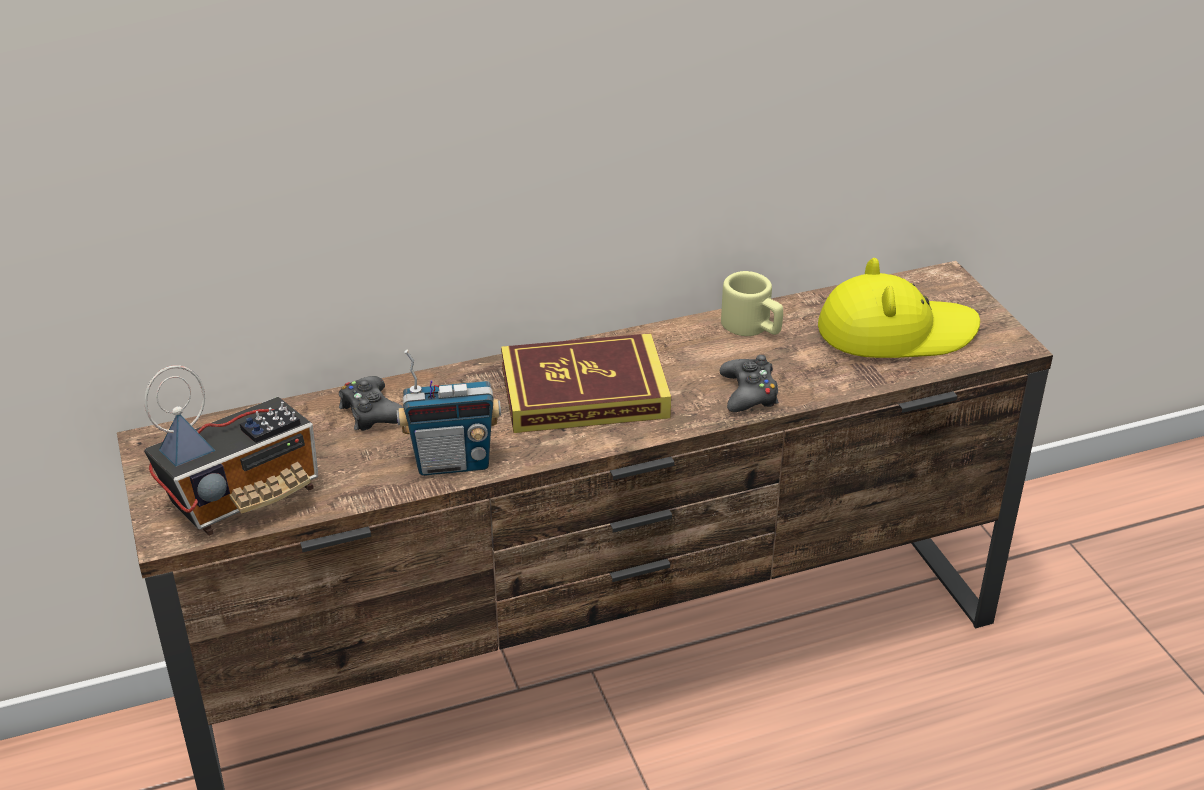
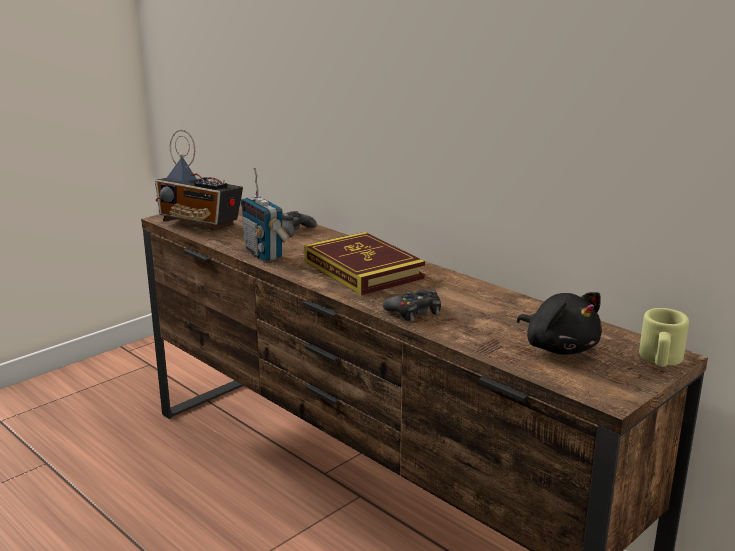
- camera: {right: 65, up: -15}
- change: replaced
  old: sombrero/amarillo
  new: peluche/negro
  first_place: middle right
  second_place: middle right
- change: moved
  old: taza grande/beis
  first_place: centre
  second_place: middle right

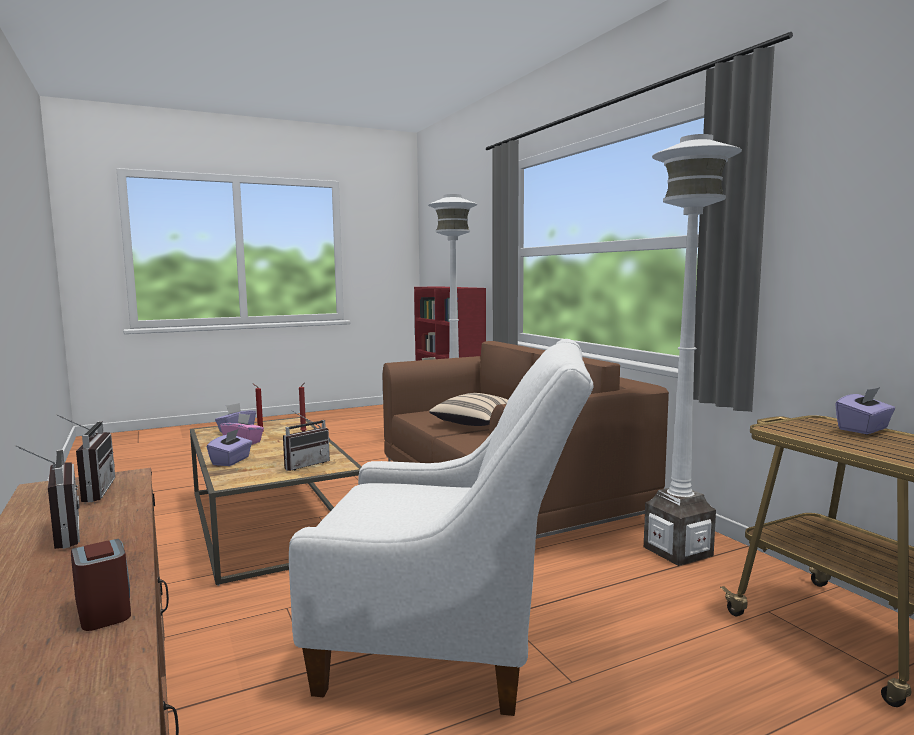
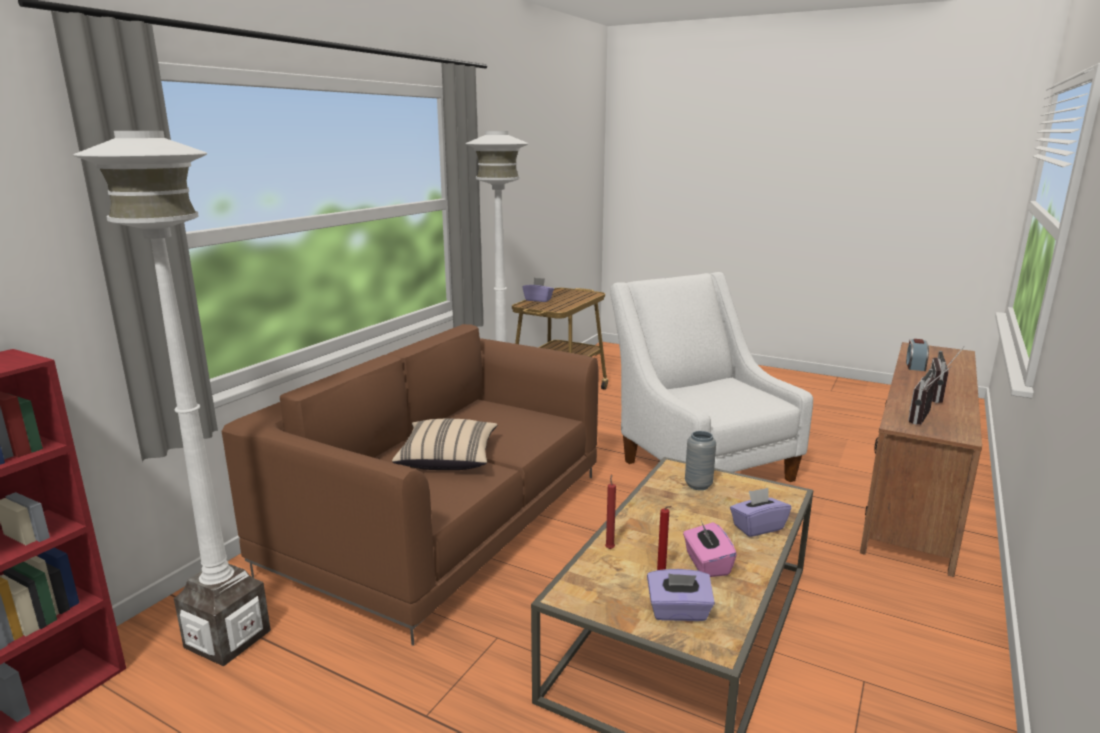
- camera: {right: -125, up: 10}
- change: replaced
  old: radio (3rd from left)
  new: florero/gris
  first_place: centre
  second_place: centre

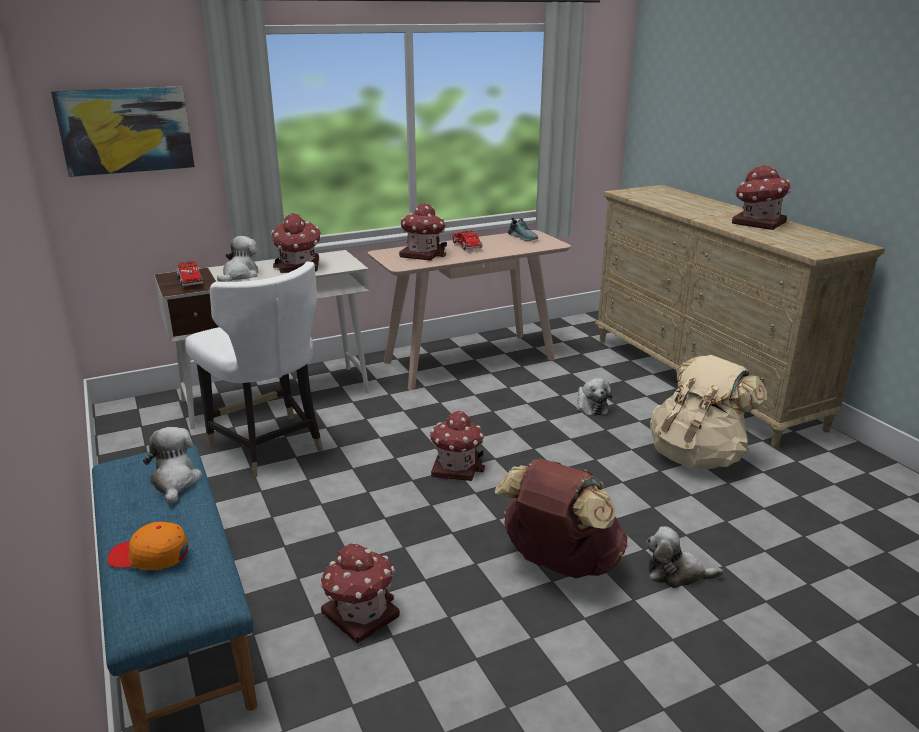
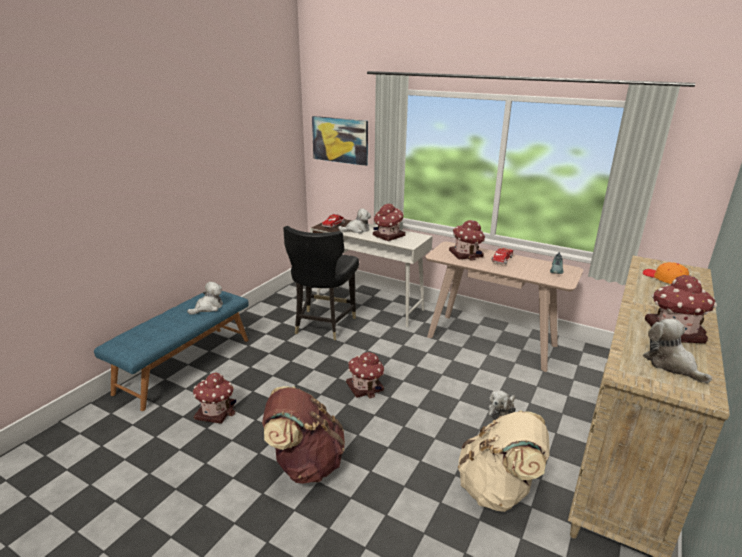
- camera: {right: 55, up: 0}
- change: recoloured
  old: silla/blanco
  new: silla/negro
  first_place: middle left
  second_place: centre
- change: moved
  old: gorra/naranja
  first_place: bottom left
  second_place: middle right
- change: moved
  old: peluche (4th from left)
  first_place: bottom right
  second_place: middle right

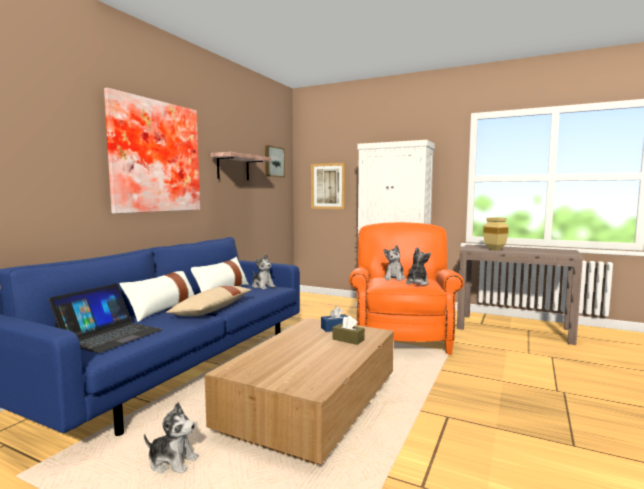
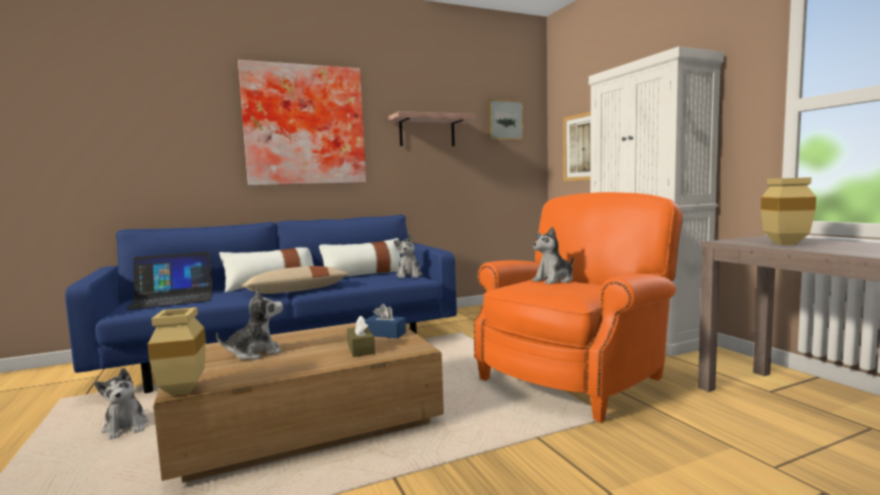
- camera: {right: 40, up: 0}
- change: moved
  old: peluche (4th from left in the first image)
  new: peluche (2nd from left)
  first_place: centre
  second_place: middle left
- change: added
  new: florero/beis (1st from left)
  second_place: bottom left

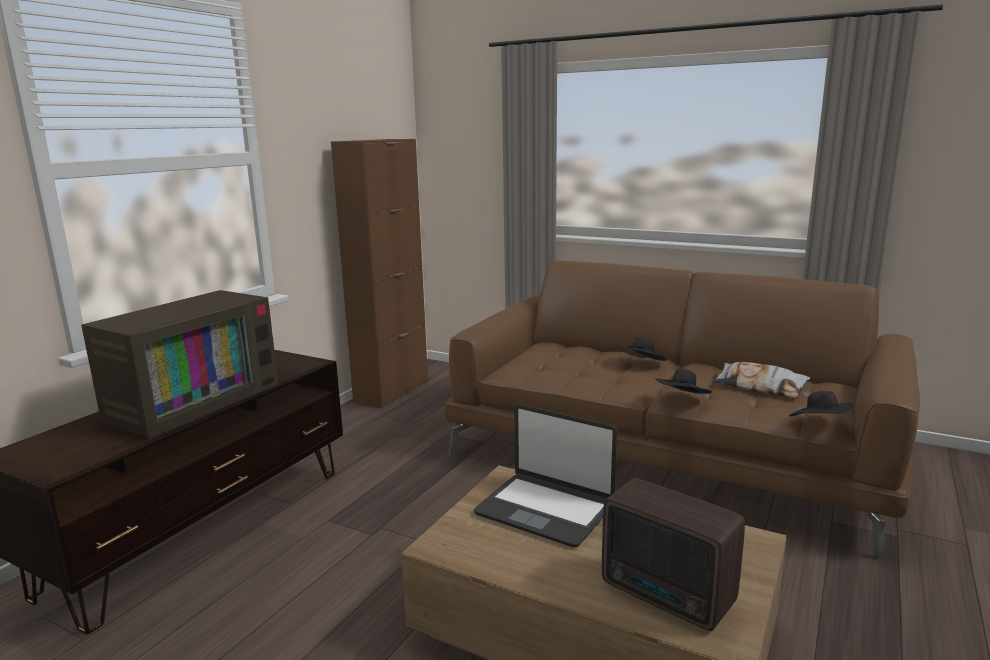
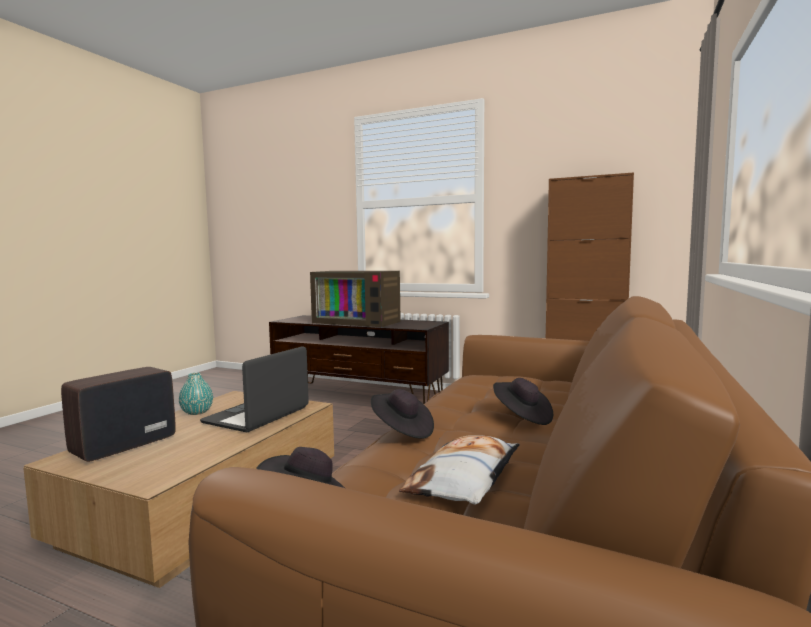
- camera: {right: 85, up: -10}
- change: added
  new: florero/turquesa
  second_place: middle left

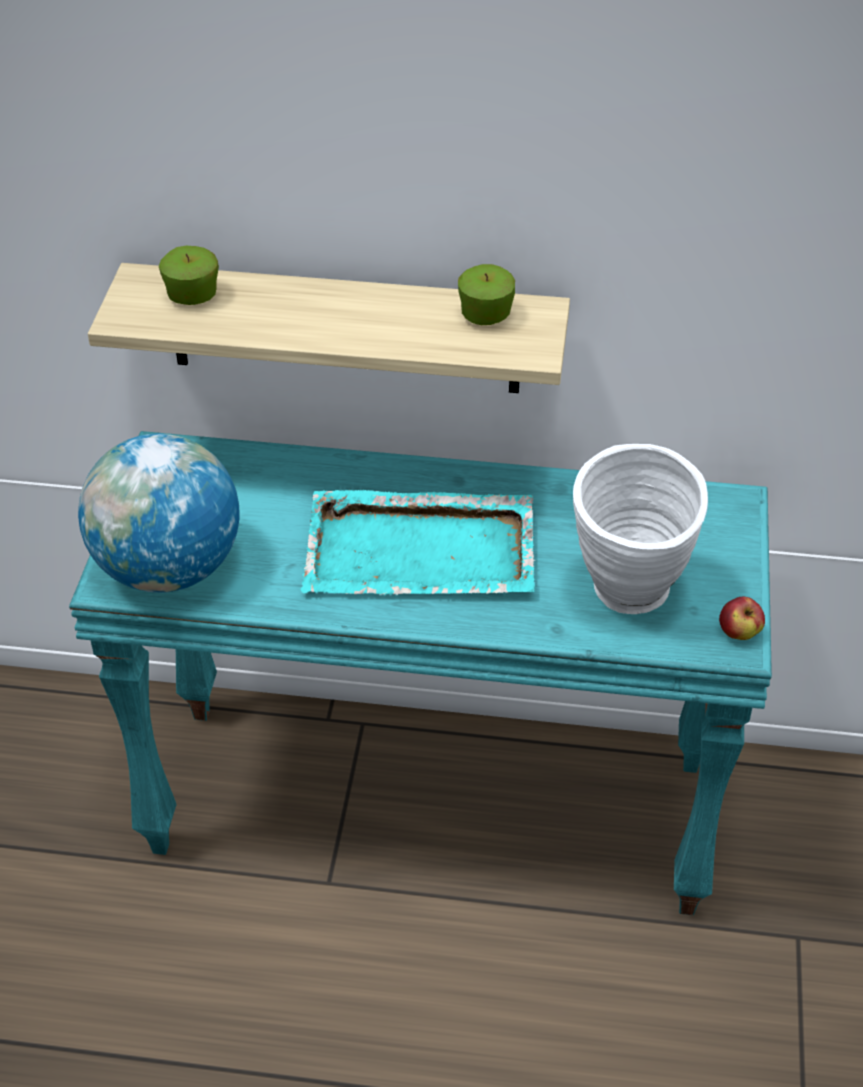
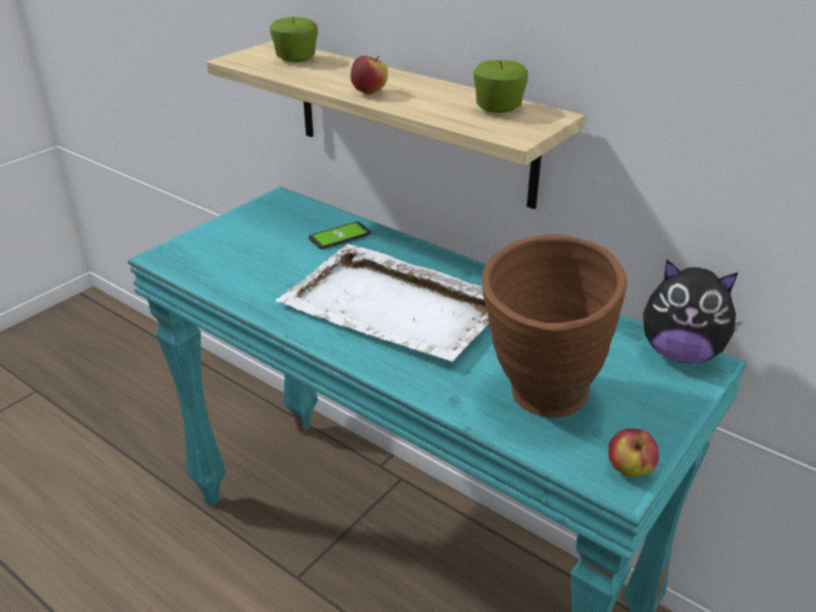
- camera: {right: 30, up: -10}
- change: removed
  old: globo terráqueo
  first_place: middle left
- change: recoloured
  old: florero/blanco
  new: florero/marrón
  first_place: middle right
  second_place: middle right
- change: recoloured
  old: bandeja/turquesa
  new: bandeja/blanco
  first_place: centre
  second_place: centre
- change: added
  new: manzana (2nd from left)
  second_place: top centre
- change: added
  new: móvil
  second_place: centre
- change: added
  new: peluche
  second_place: middle right

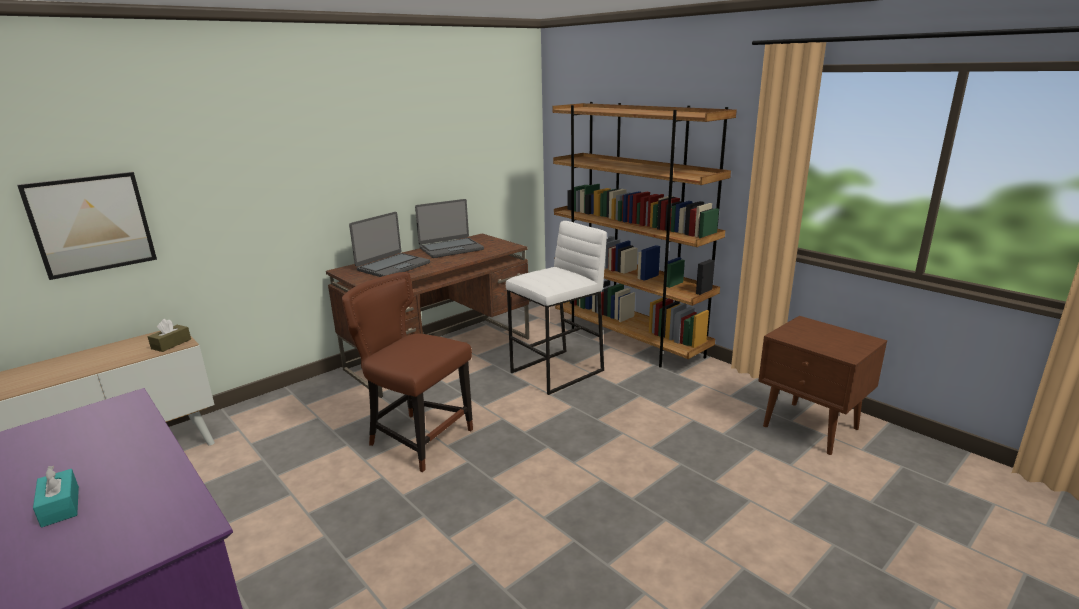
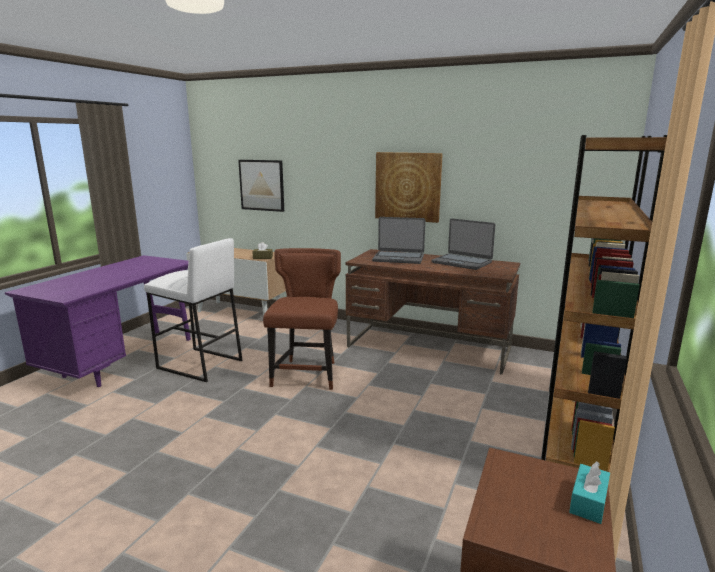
- camera: {right: 65, up: -5}
- change: moved
  old: taburete/blanco
  first_place: centre
  second_place: middle left
- change: moved
  old: caja de pañuelos/turquesa
  first_place: bottom left
  second_place: bottom right
- change: added
  new: cuadro (2nd from left)
  second_place: top centre

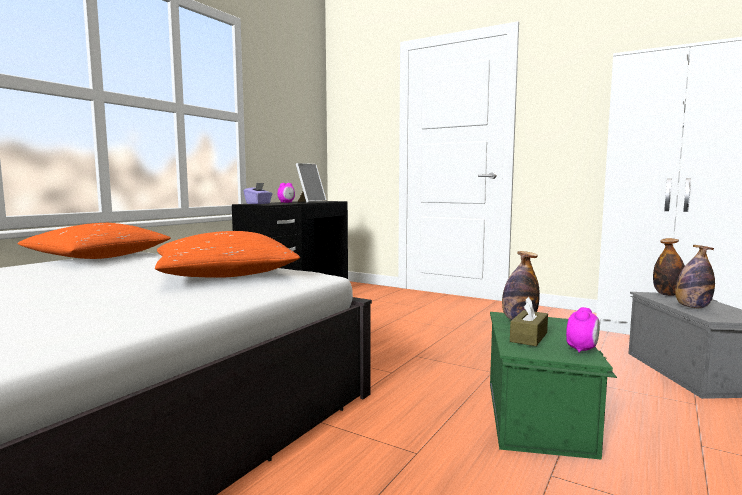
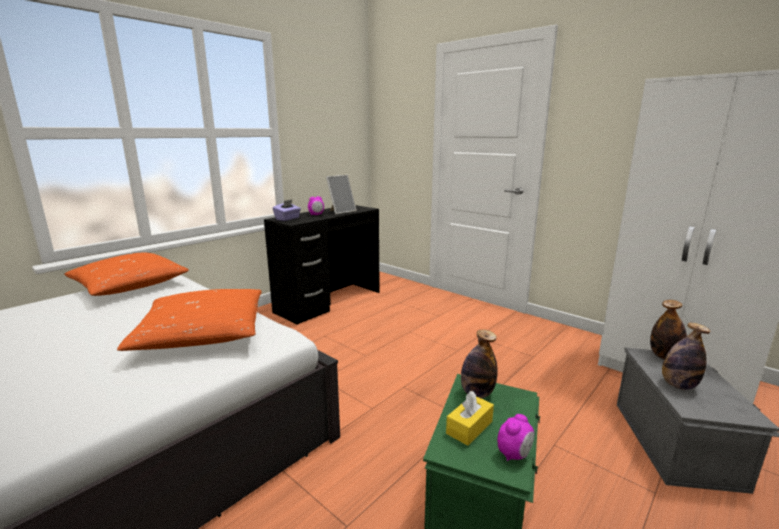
- camera: {right: 10, up: 10}
- change: recoloured
  old: caja de pañuelos/marrón
  new: caja de pañuelos/amarillo
  first_place: middle right
  second_place: bottom centre

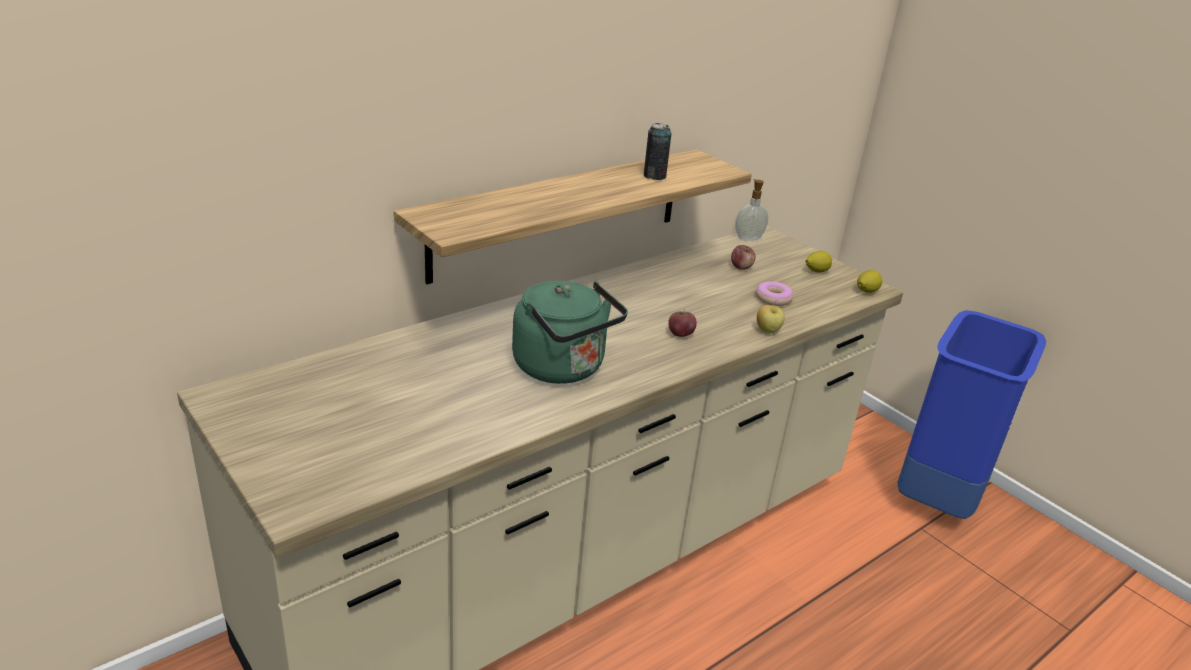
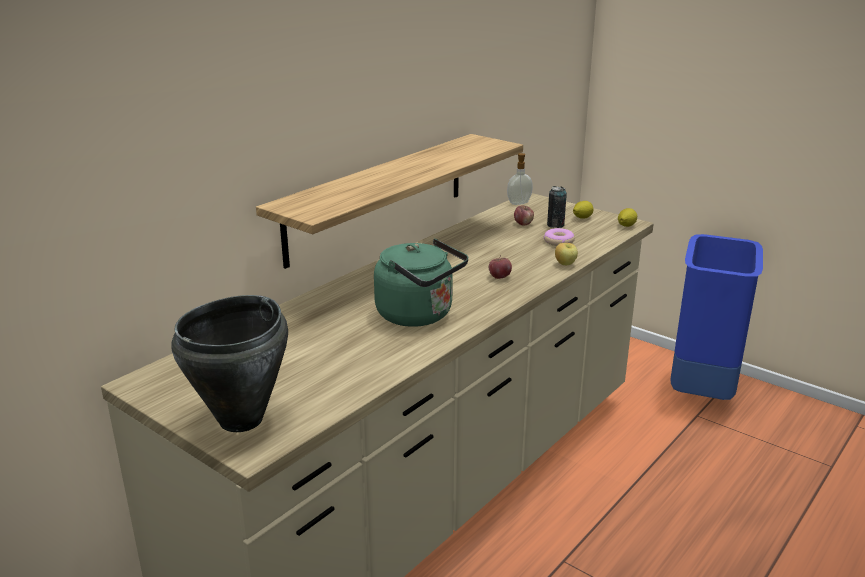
- camera: {right: -10, up: -5}
- change: moved
  old: lata
  first_place: top centre
  second_place: centre
- change: added
  new: olla/negro
  second_place: middle left

